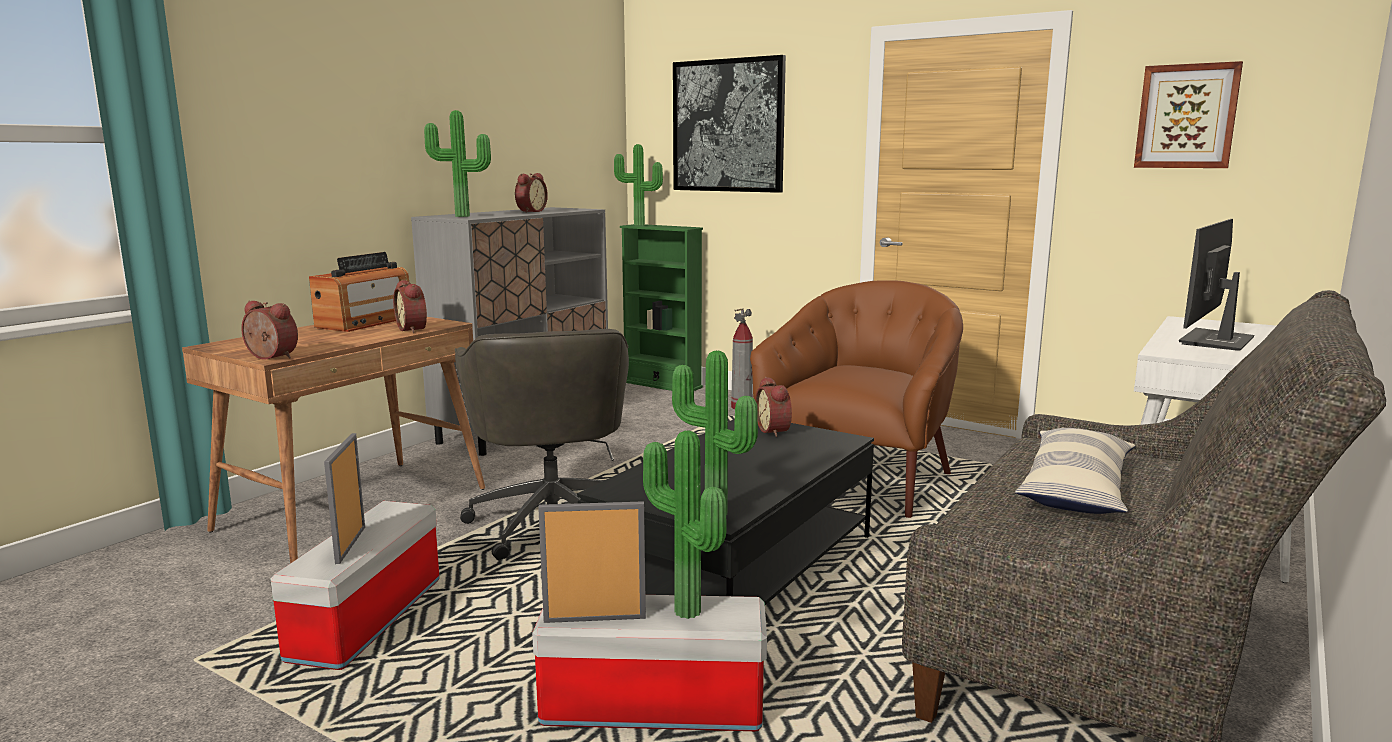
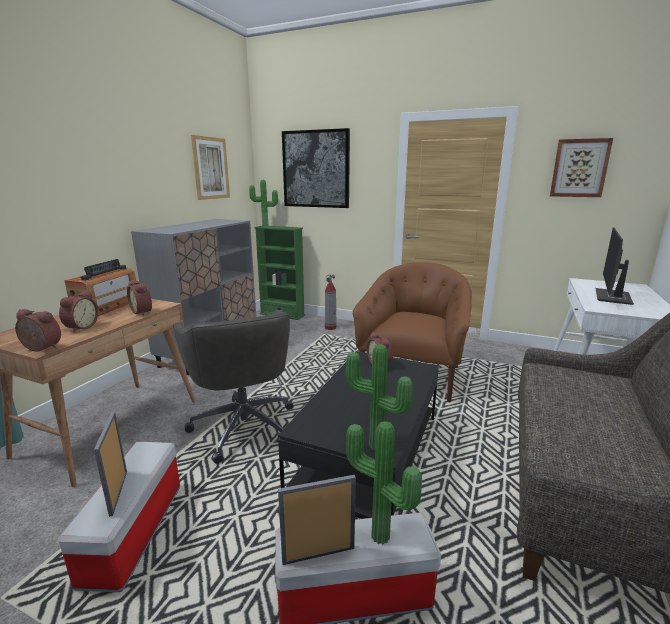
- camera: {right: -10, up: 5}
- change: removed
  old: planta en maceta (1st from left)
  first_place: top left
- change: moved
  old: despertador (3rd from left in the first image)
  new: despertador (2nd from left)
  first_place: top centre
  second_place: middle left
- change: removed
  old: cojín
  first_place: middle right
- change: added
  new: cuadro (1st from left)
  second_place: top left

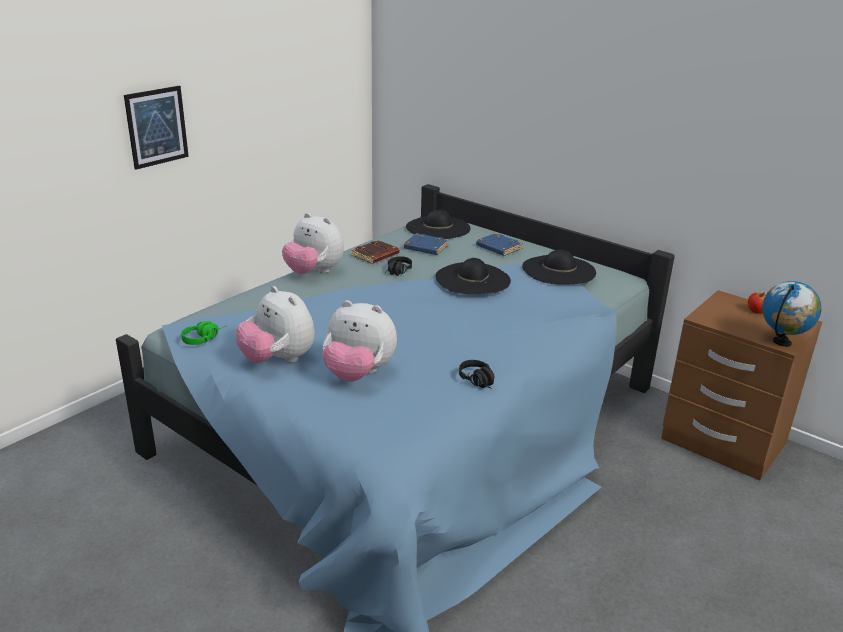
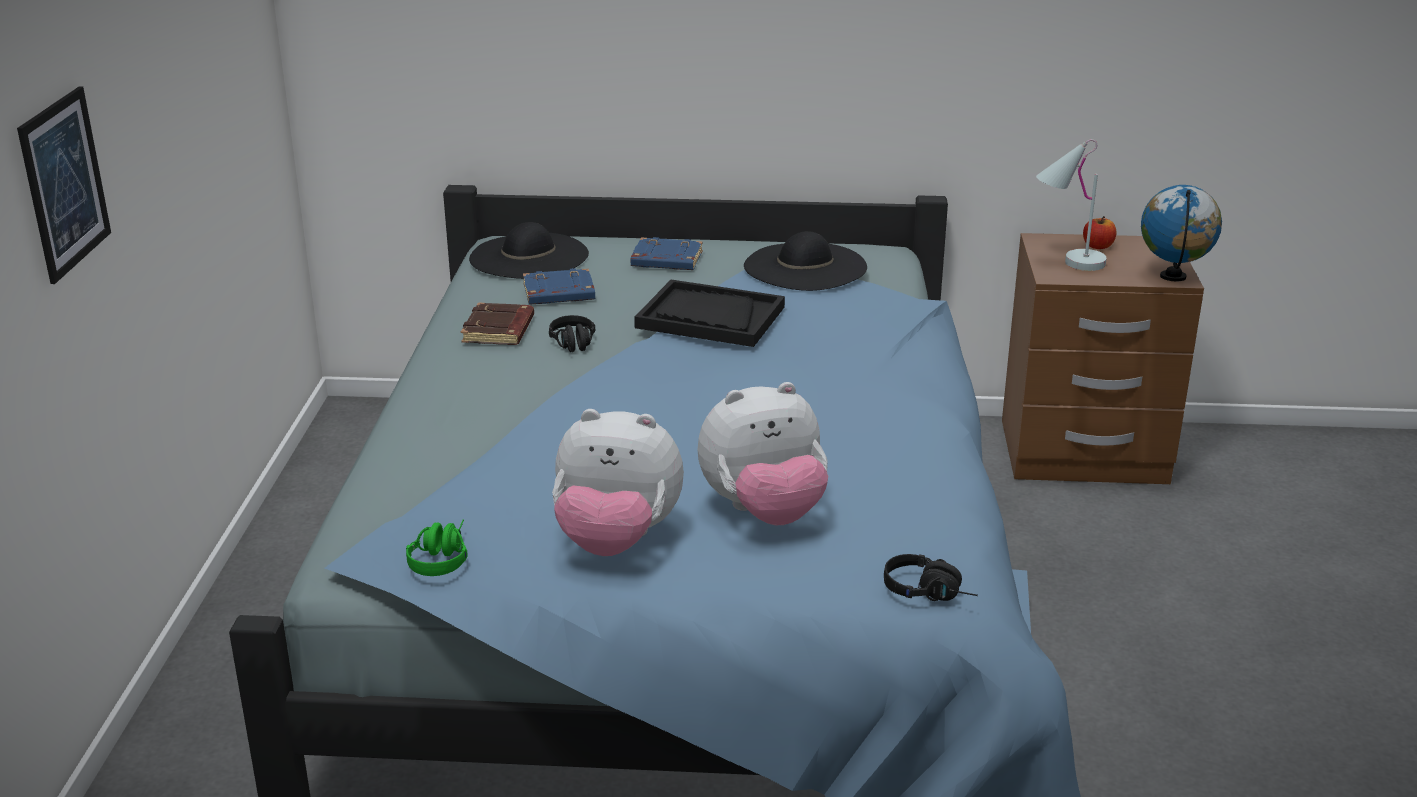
- camera: {right: -35, up: 0}
- change: removed
  old: peluche (2nd from left)
  first_place: centre
- change: replaced
  old: sombrero/negro (2nd from left)
  new: bandeja/negro
  first_place: centre
  second_place: centre
- change: moved
  old: auriculares/negro (2nd from left)
  first_place: centre
  second_place: bottom centre
- change: added
  new: lámpara de mesa/blanco
  second_place: top right

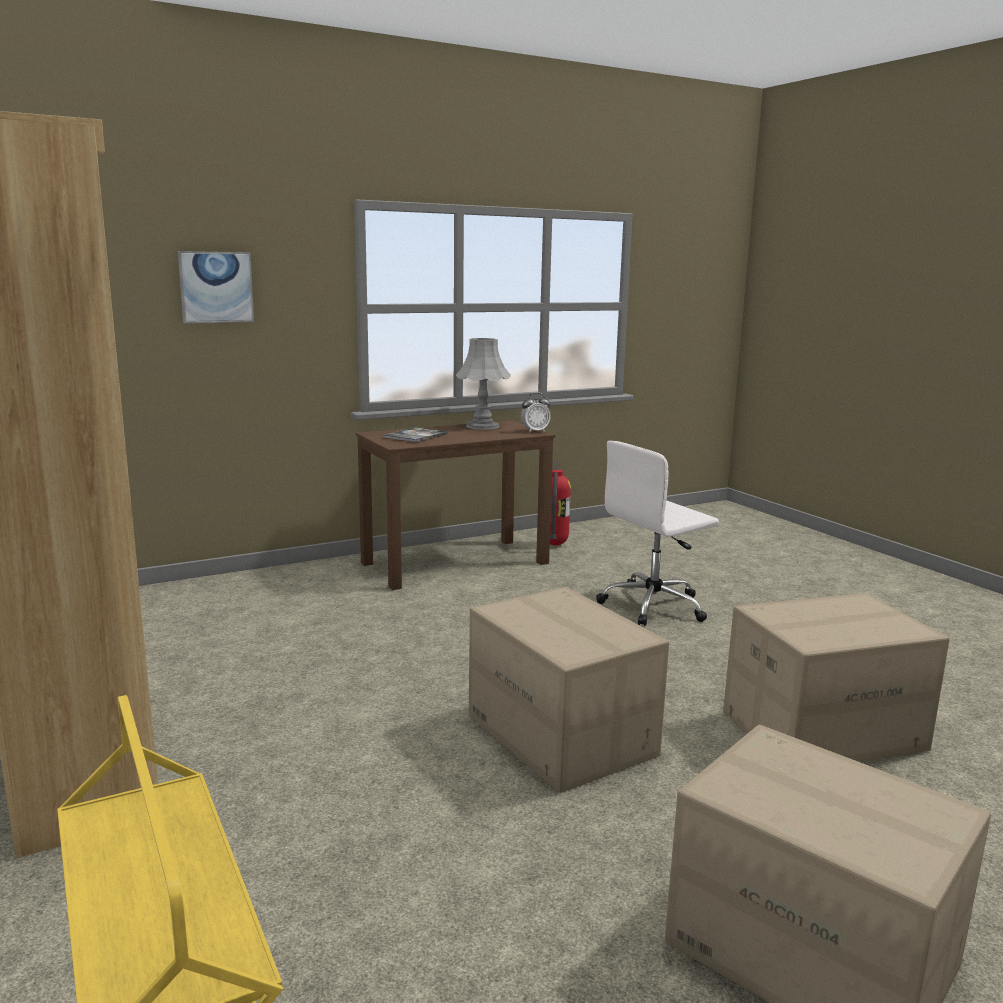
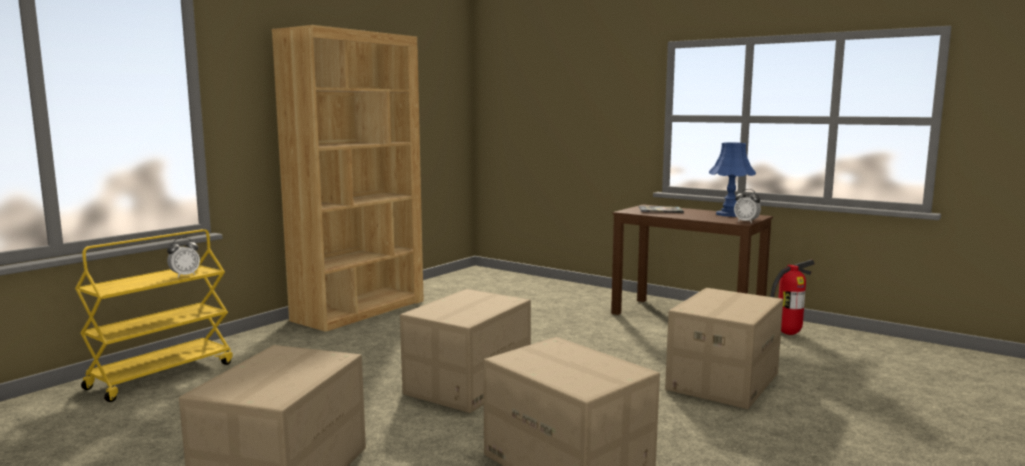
- camera: {right: 65, up: -5}
- change: removed
  old: cuadro
  first_place: top left
- change: recoloured
  old: lámpara de mesa/gris
  new: lámpara de mesa/azul
  first_place: centre
  second_place: middle right
- change: replaced
  old: silla de oficina/blanco
  new: caja de cartón (4th from left)
  first_place: centre
  second_place: bottom right
- change: added
  new: despertador (1st from left)
  second_place: middle left

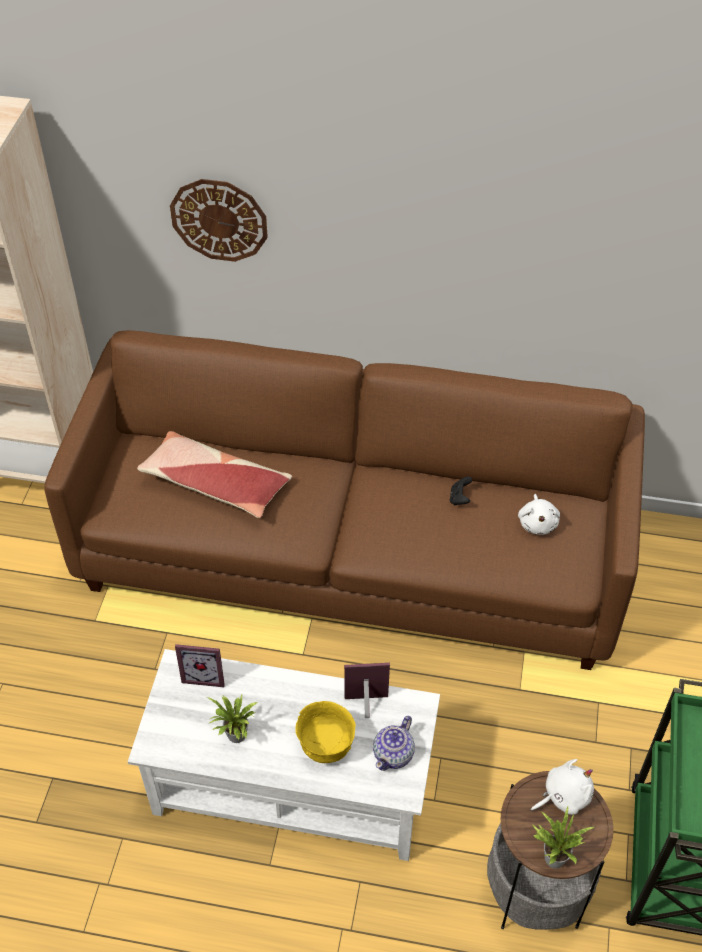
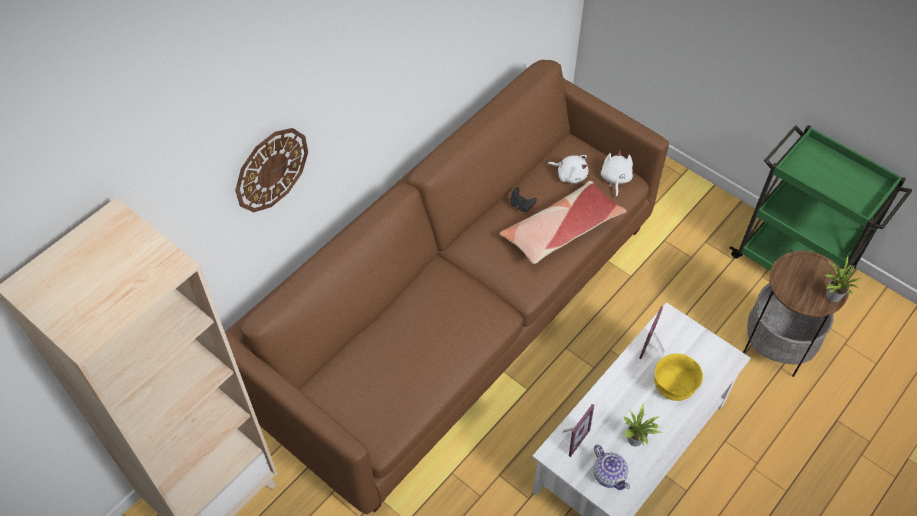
- camera: {right: -60, up: 5}
- change: moved
  old: cojín
  first_place: middle left
  second_place: centre
- change: moved
  old: tetera
  first_place: bottom centre
  second_place: bottom right
- change: moved
  old: peluche/blanco (2nd from left)
  first_place: bottom right
  second_place: middle right

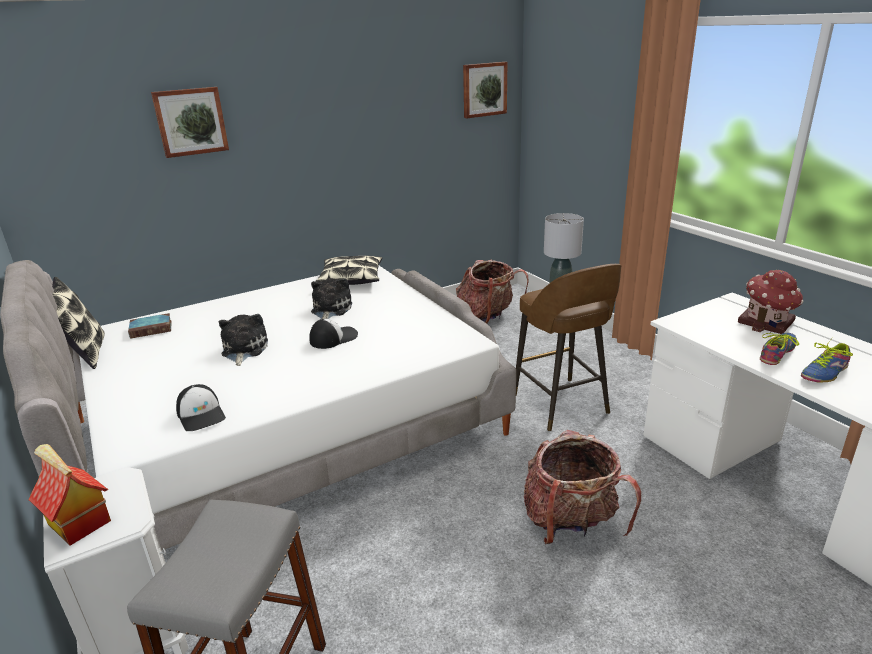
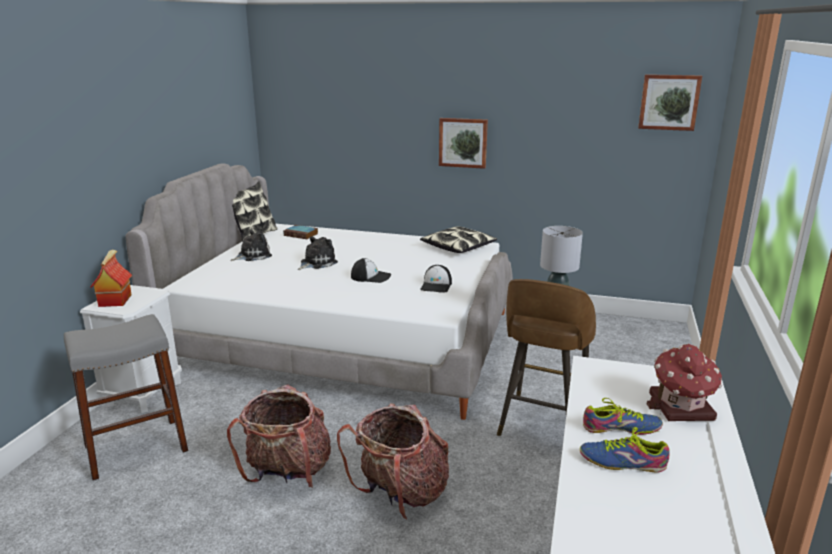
- camera: {right: 45, up: -5}
- change: moved
  old: cuadro (1st from left)
  first_place: top left
  second_place: top centre
- change: moved
  old: mochila (1st from left)
  first_place: centre
  second_place: bottom centre
- change: moved
  old: peluche (2nd from left in the first image)
  new: peluche (1st from left)
  first_place: centre
  second_place: middle left
- change: moved
  old: gorra (1st from left in the first image)
  new: gorra (2nd from left)
  first_place: middle left
  second_place: centre

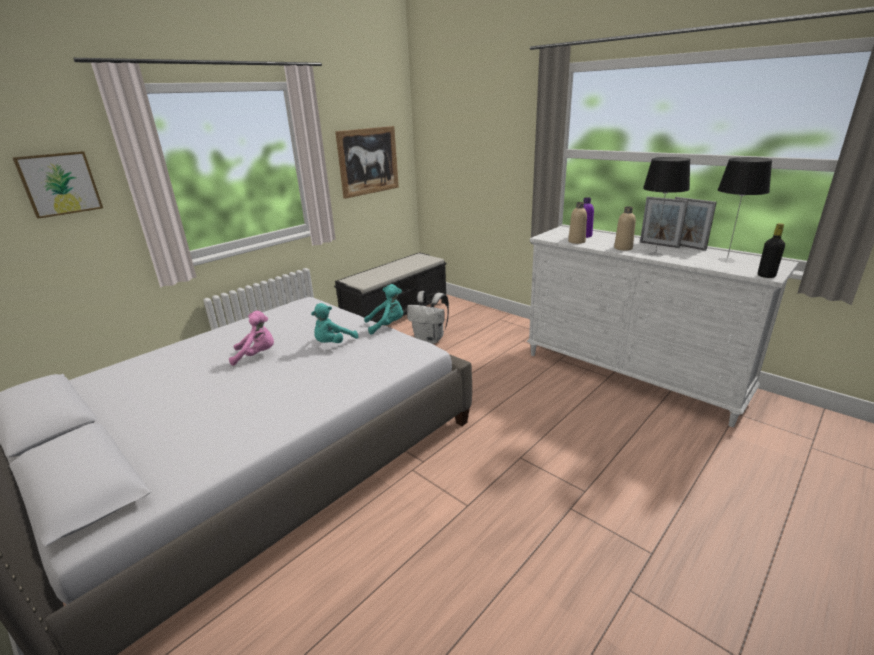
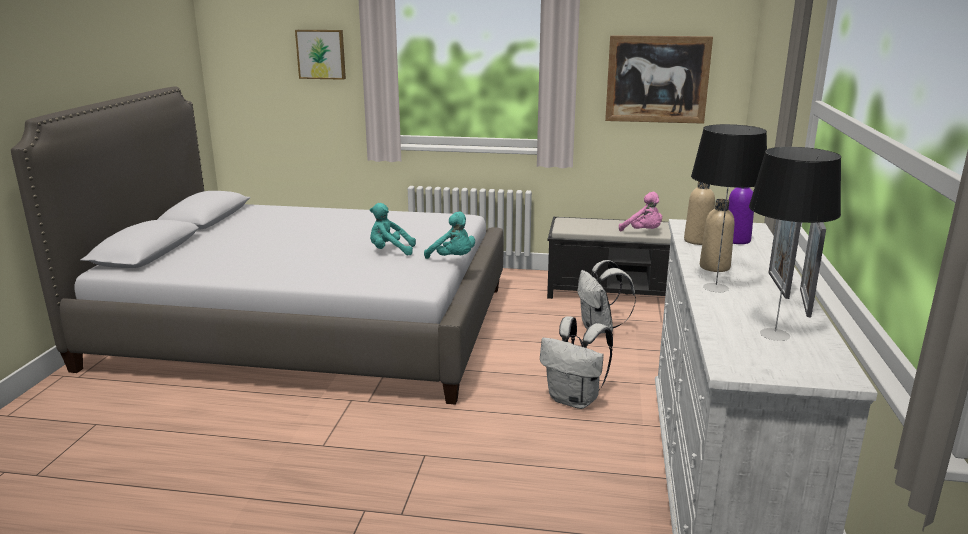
- camera: {right: 55, up: -5}
- change: removed
  old: botella/negro
  first_place: middle right
- change: moved
  old: peluche/rosa
  first_place: middle left
  second_place: centre
- change: added
  new: mochila/blanco (1st from left)
  second_place: bottom centre

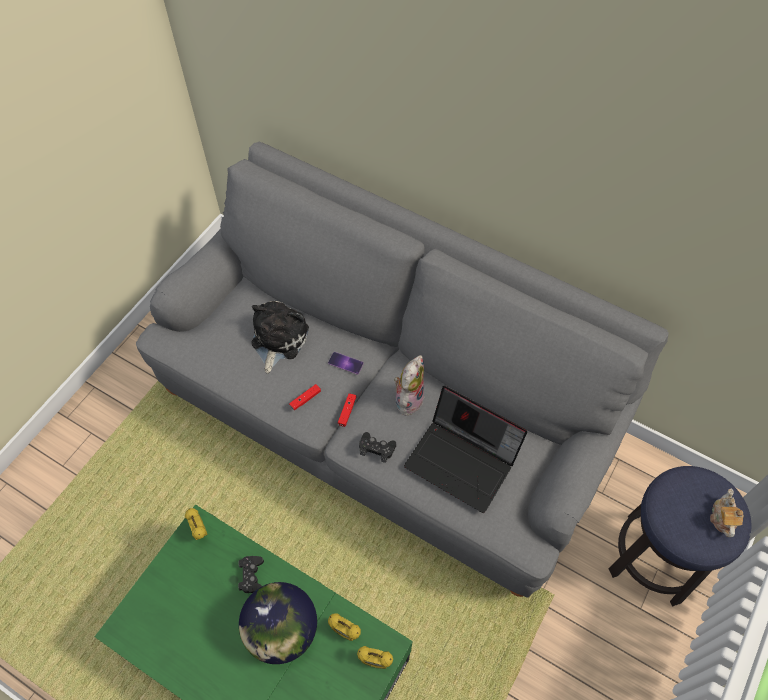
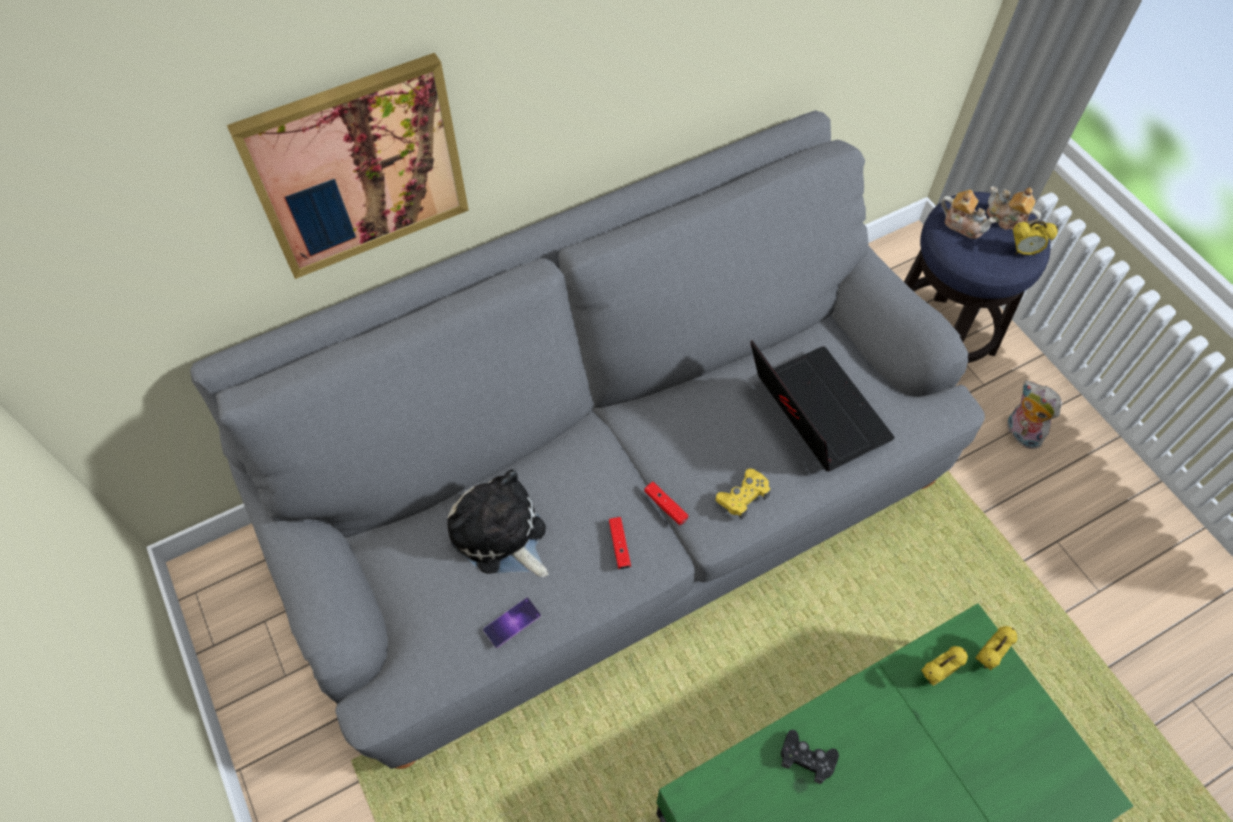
- camera: {right: -60, up: 0}
- change: moved
  old: móvil
  first_place: centre
  second_place: bottom centre
- change: moved
  old: peluche (2nd from left)
  first_place: centre
  second_place: middle right
- change: turned
  old: portátil
  first_place: centre
  second_place: middle right
  degrees: -90
- change: recoloured
  old: mando de consola/negro (2nd from left)
  new: mando de consola/amarillo
  first_place: centre
  second_place: centre
- change: moved
  old: despertador (1st from left in the first image)
  new: despertador (3rd from left)
  first_place: bottom left
  second_place: top right
- change: removed
  old: globo terráqueo
  first_place: bottom centre
- change: added
  new: cuadro
  second_place: top left
- change: added
  new: tetera (1st from left)
  second_place: top right

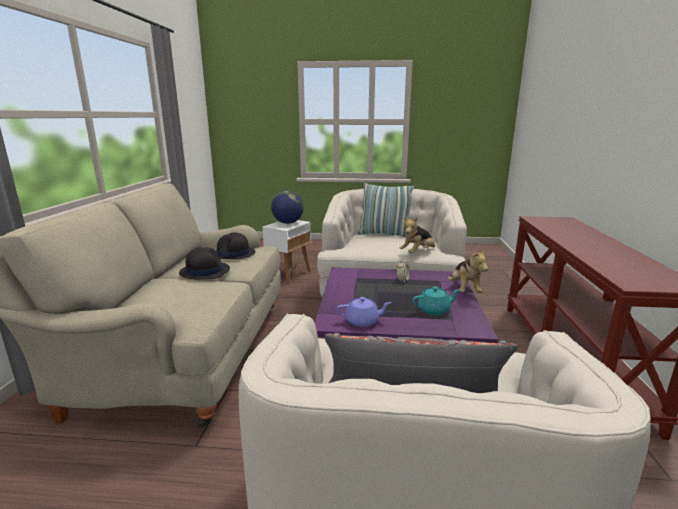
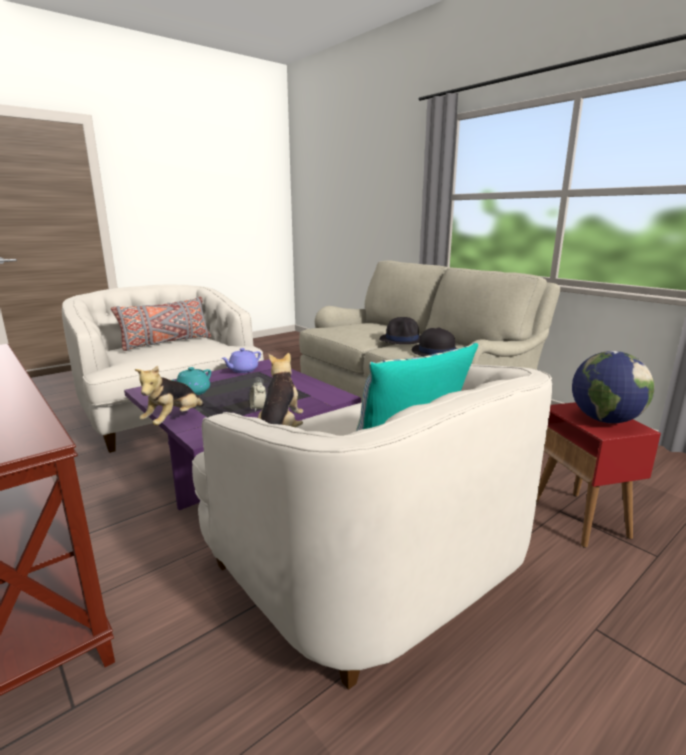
- camera: {right: 135, up: 0}
- change: recoloured
  old: mesa auxiliar/blanco
  new: mesa auxiliar/rojo
  first_place: centre
  second_place: middle right
- change: turned
  old: peluche (2nd from left in the first image)
  first_place: middle right
  second_place: middle left
  degrees: -105

